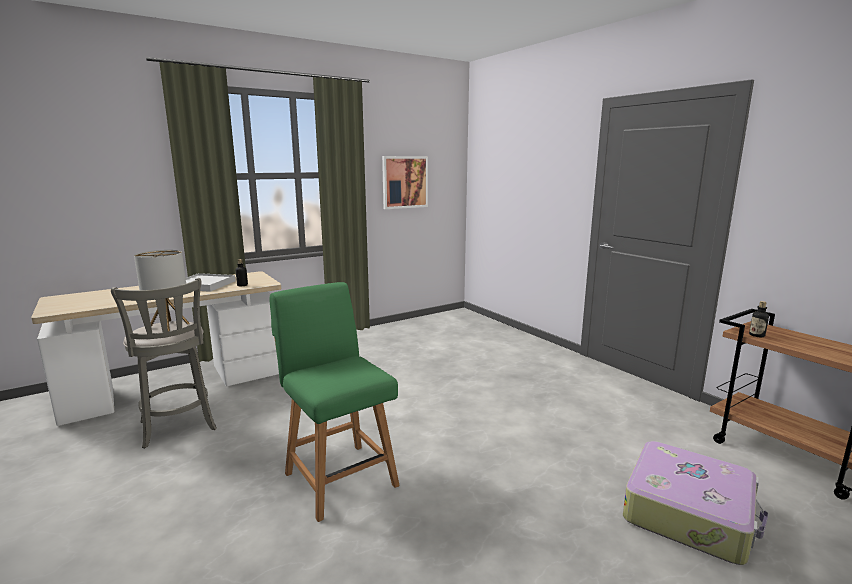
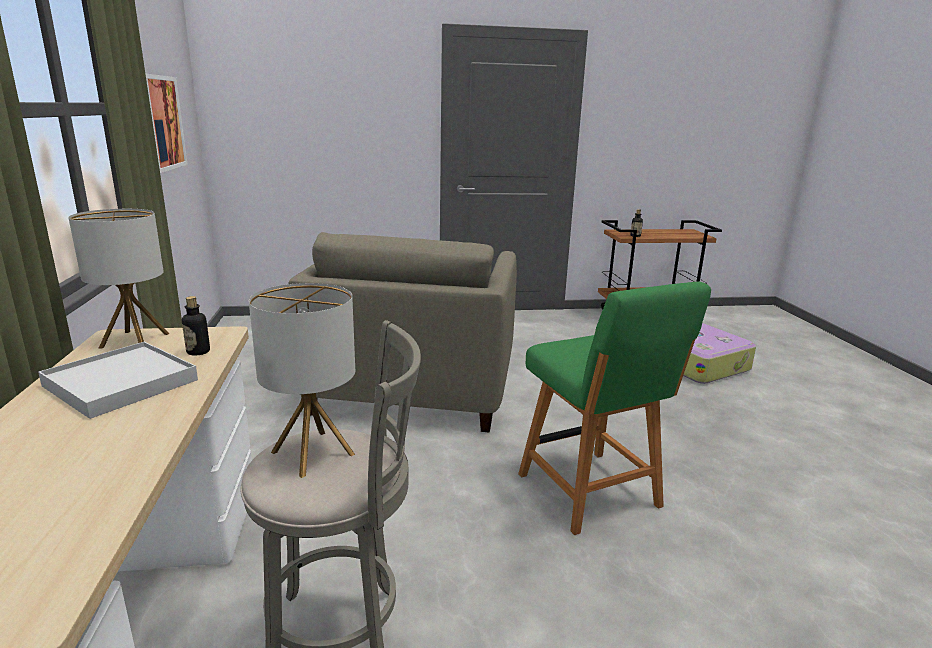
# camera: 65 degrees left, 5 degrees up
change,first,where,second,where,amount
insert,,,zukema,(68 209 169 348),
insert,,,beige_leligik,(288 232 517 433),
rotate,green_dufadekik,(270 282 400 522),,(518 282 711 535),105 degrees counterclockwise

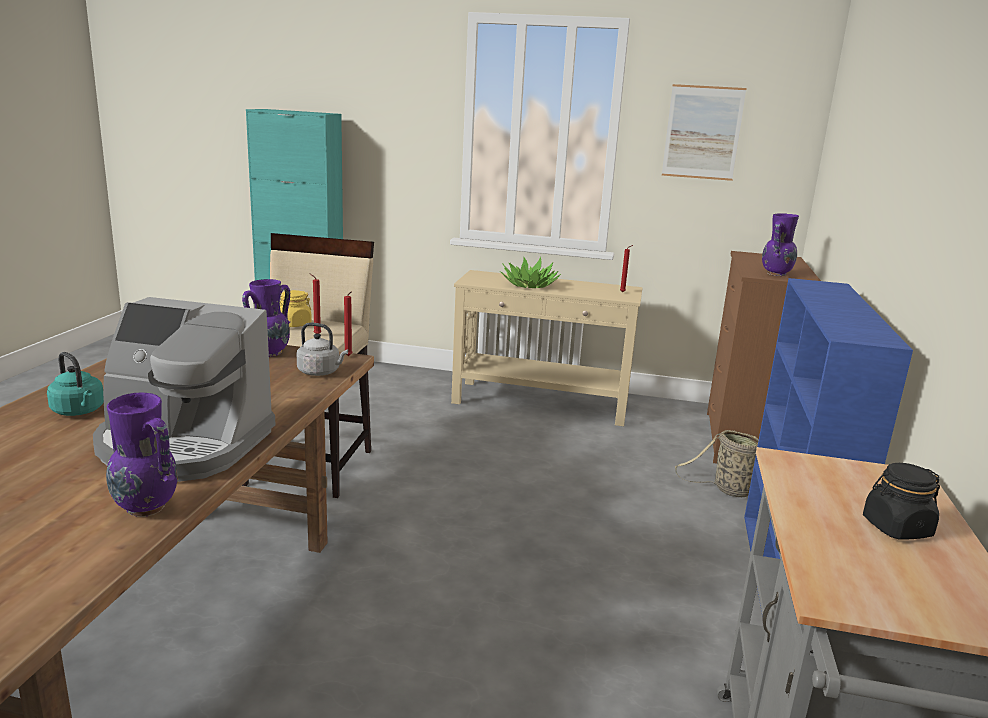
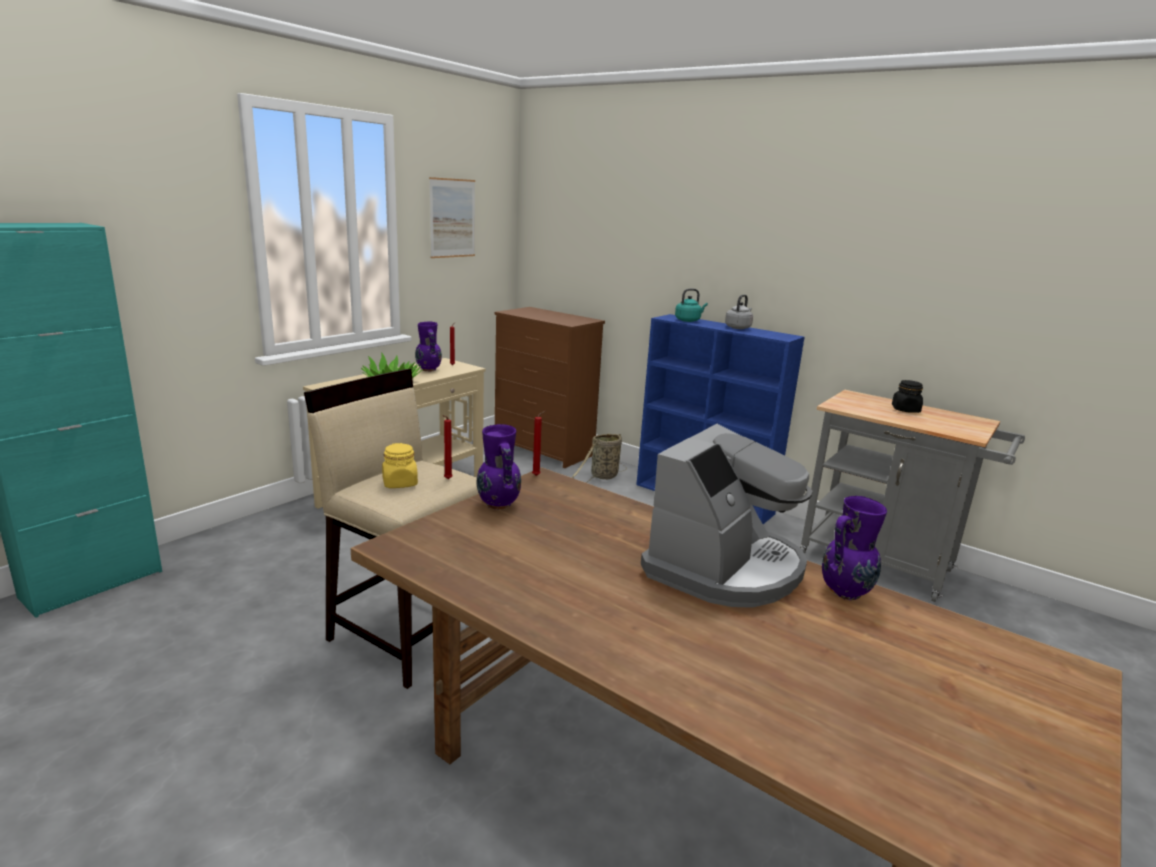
# camera: 65 degrees left, 0 degrees up
change,first,where,second,where,amount
move,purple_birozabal,(762 213 799 276),,(415 322 442 372),
move,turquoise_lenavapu,(47 352 104 416),,(675 288 708 322),
move,grey_lenavapu,(296 323 348 376),,(725 295 753 329),

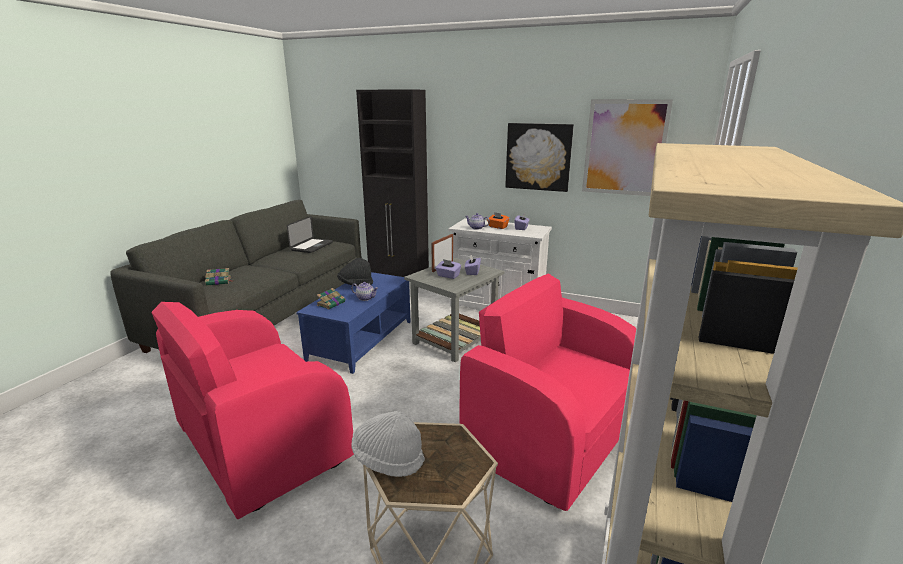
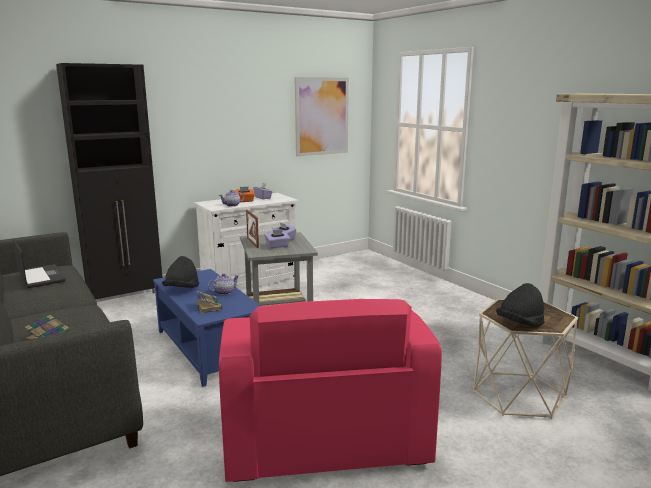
# camera: 55 degrees left, 5 degrees down
change,first,where,second,where,amount
recolor,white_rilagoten,(351 411 425 477),black_rilagoten,(496 283 544 327),
delete,pink_leligik,(459 274 636 511),,,
delete,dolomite,(505 123 574 192),,,

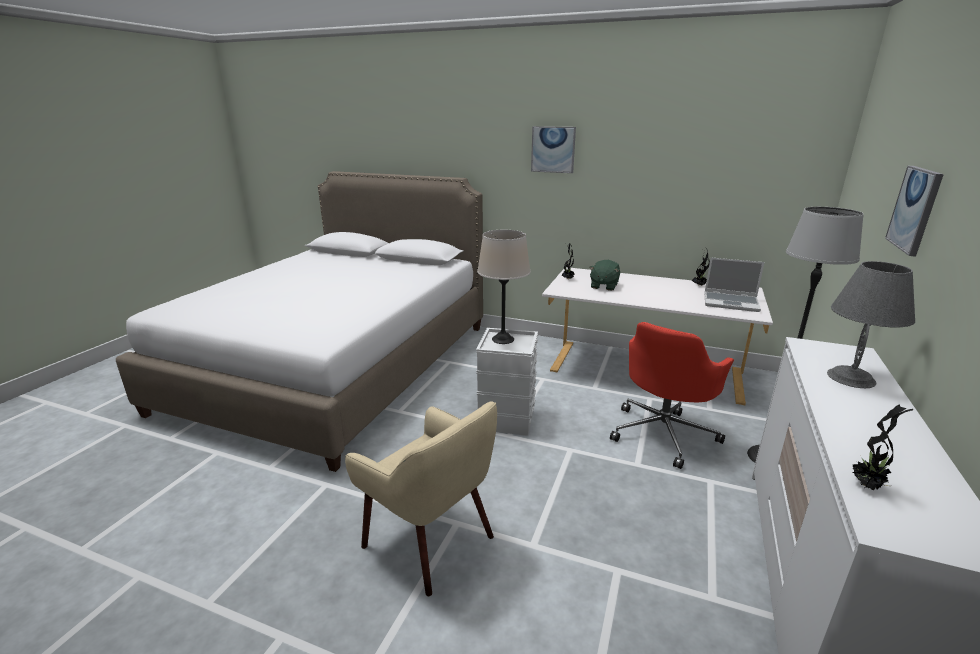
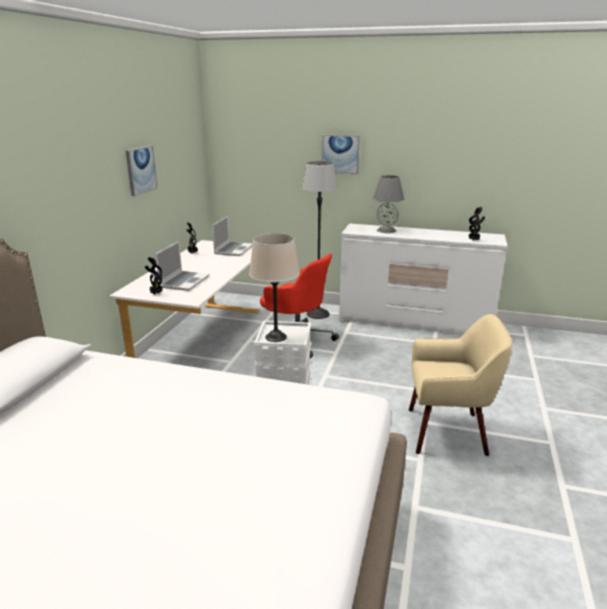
# camera: 95 degrees left, 0 degrees up
change,first,where,second,where,amount
move,dolomite,(531 126 576 173),,(126 146 157 196),
replace,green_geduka,(589 260 620 291),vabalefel,(155 241 210 291),
rotate,beige_leligik,(345 401 497 596),,(409 314 512 456),60 degrees clockwise

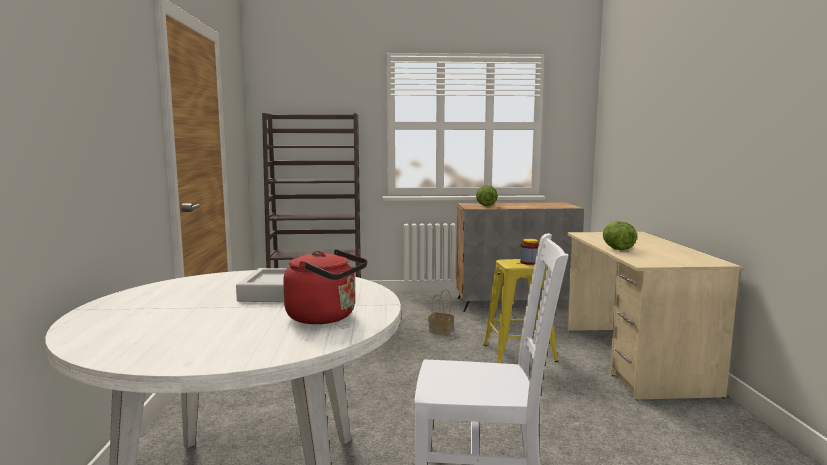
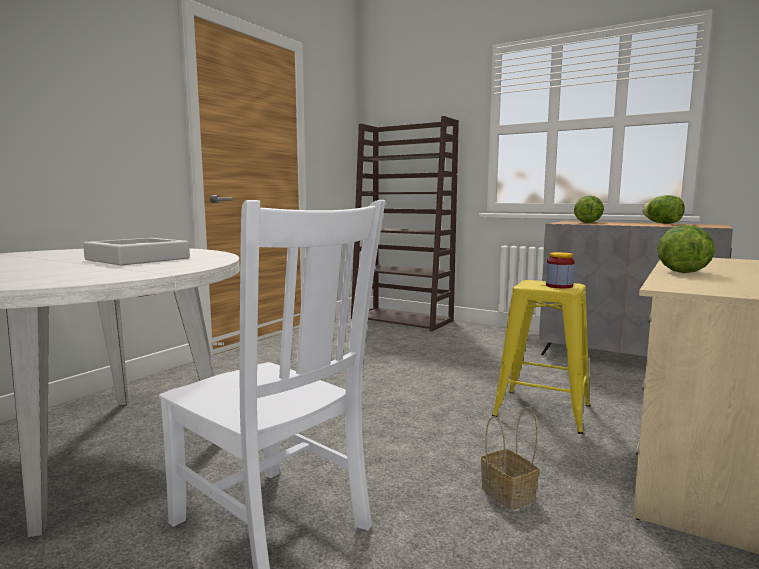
# camera: 35 degrees right, 0 degrees up
change,first,where,second,where,amount
move,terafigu,(428 289 454 335),,(481 407 539 510),
insert,,,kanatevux,(642 195 685 224),
delete,red_lenavapu,(283 249 367 324),,,

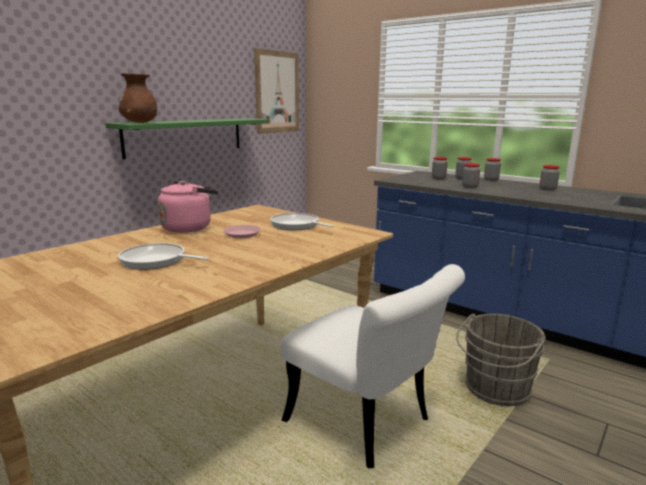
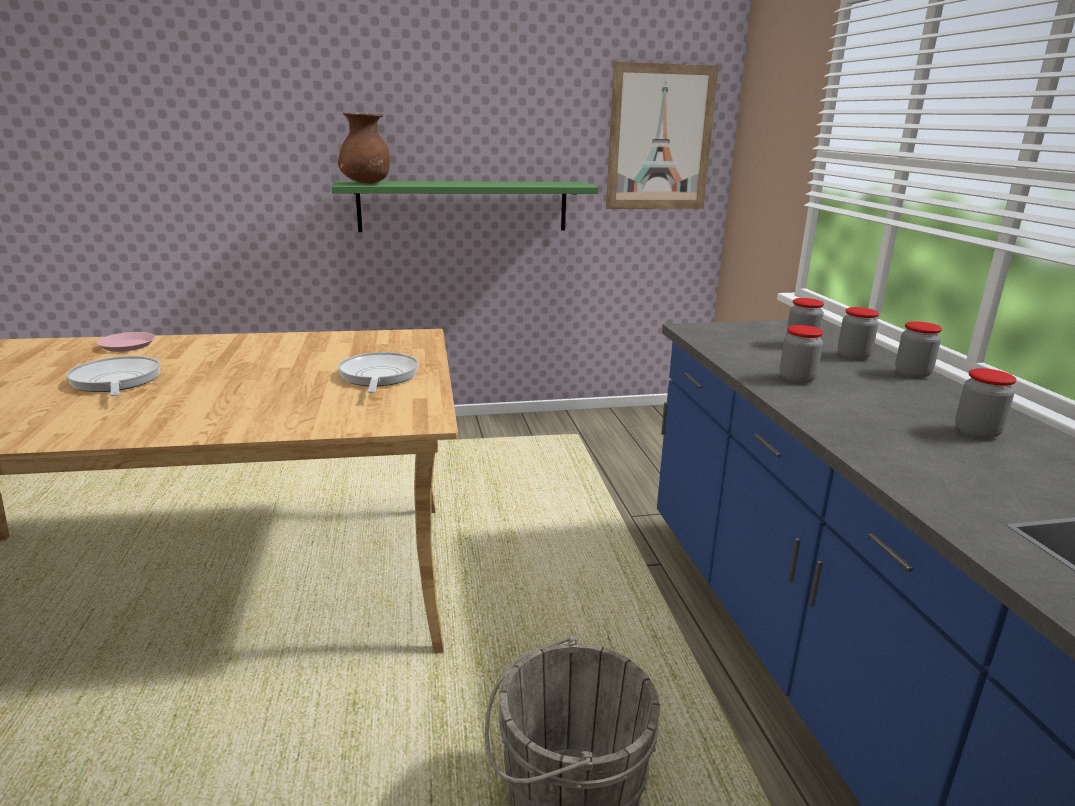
# camera: 40 degrees right, 5 degrees up
change,first,where,second,where,amount
move,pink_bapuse,(223 225 261 238),,(96 332 155 352),
delete,pink_lenavapu,(158 181 218 233),,,
delete,white_dufadekik,(281 264 465 468),,,

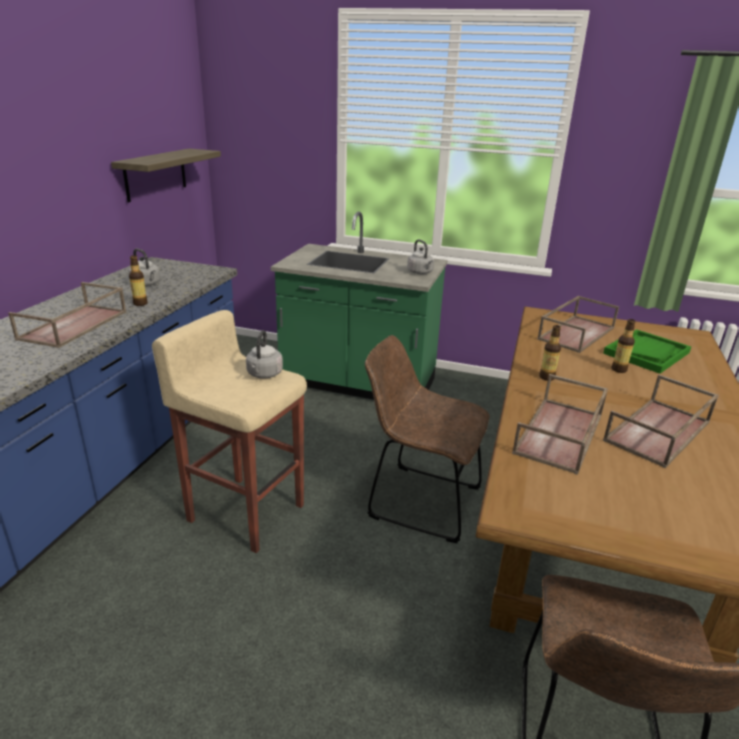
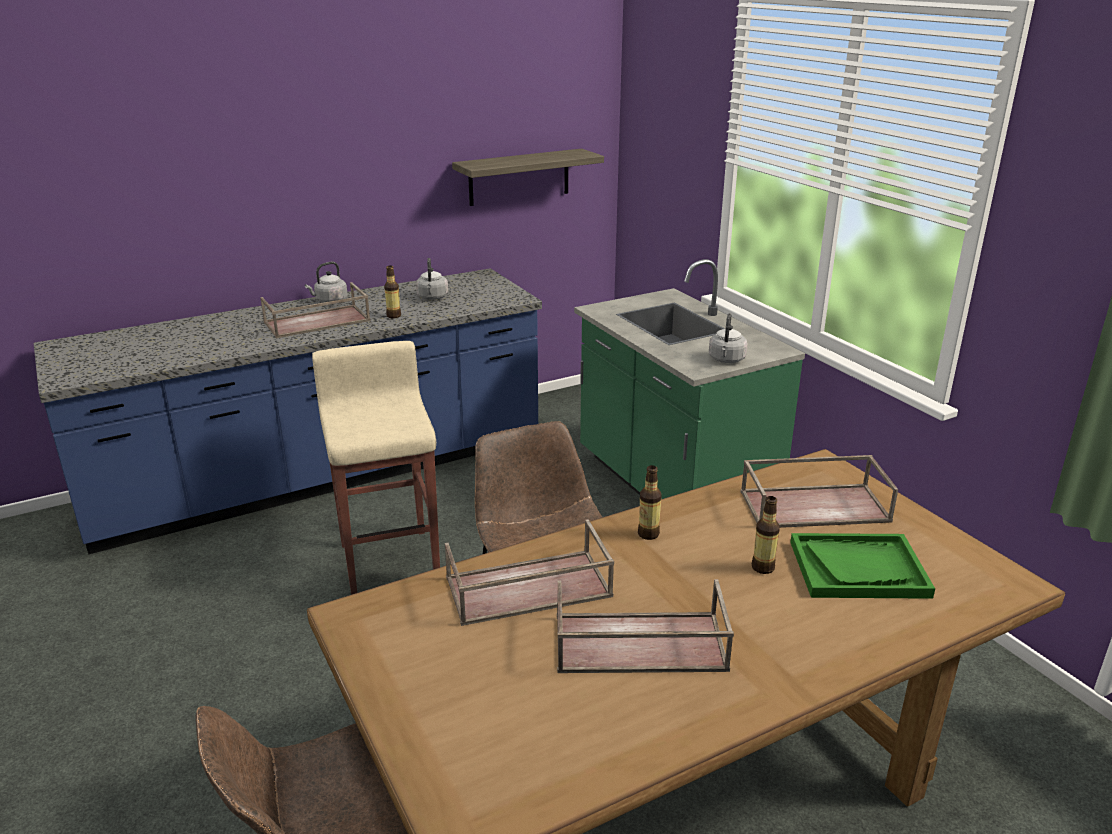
# camera: 45 degrees right, 0 degrees up
change,first,where,second,where,amount
move,grey_lenavapu,(246 330 283 378),,(305 262 348 303),

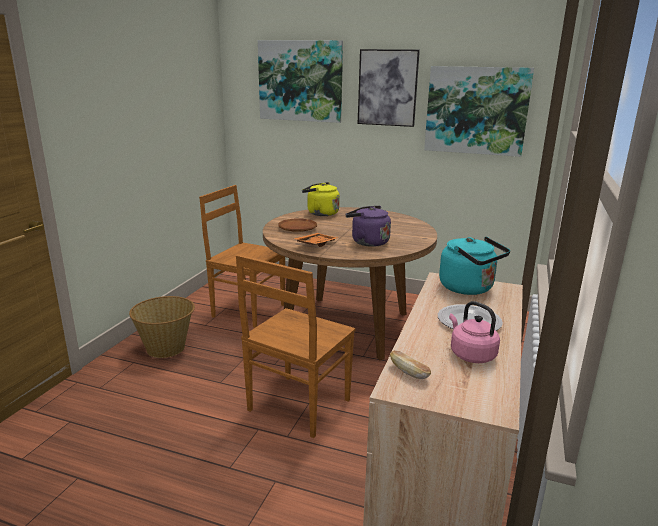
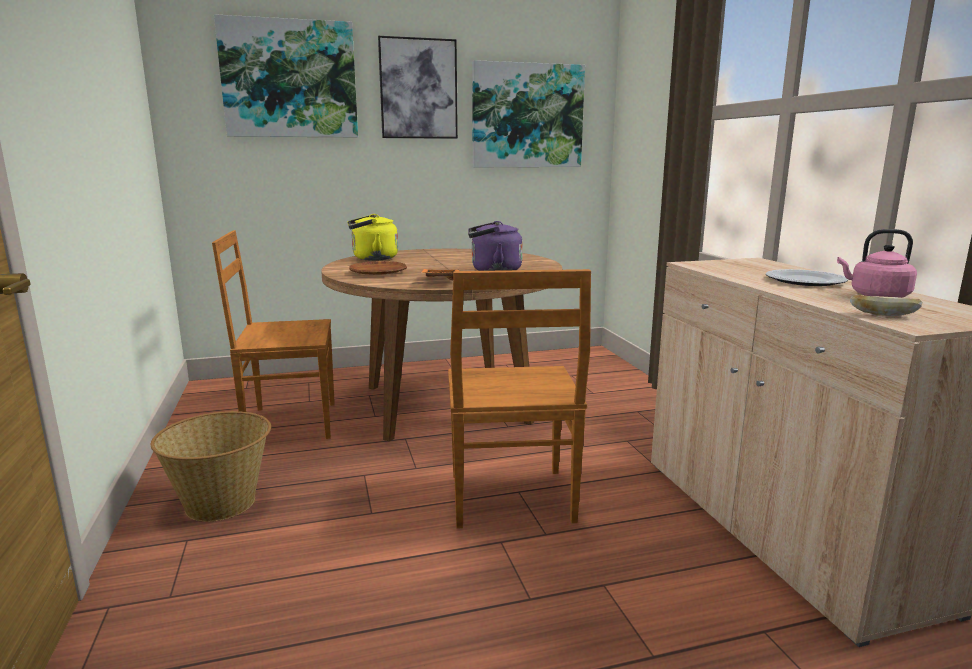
# camera: 35 degrees left, 5 degrees down
change,first,where,second,where,amount
delete,turquoise_lenavapu,(439 236 510 295),,,

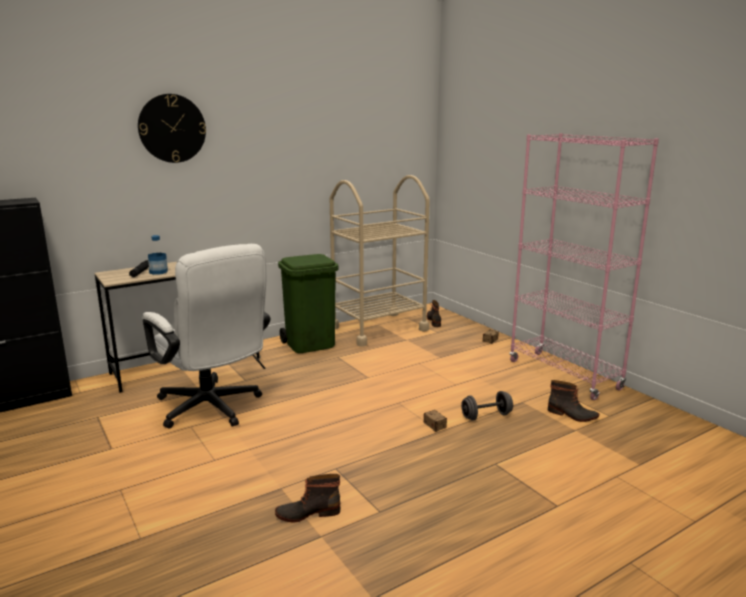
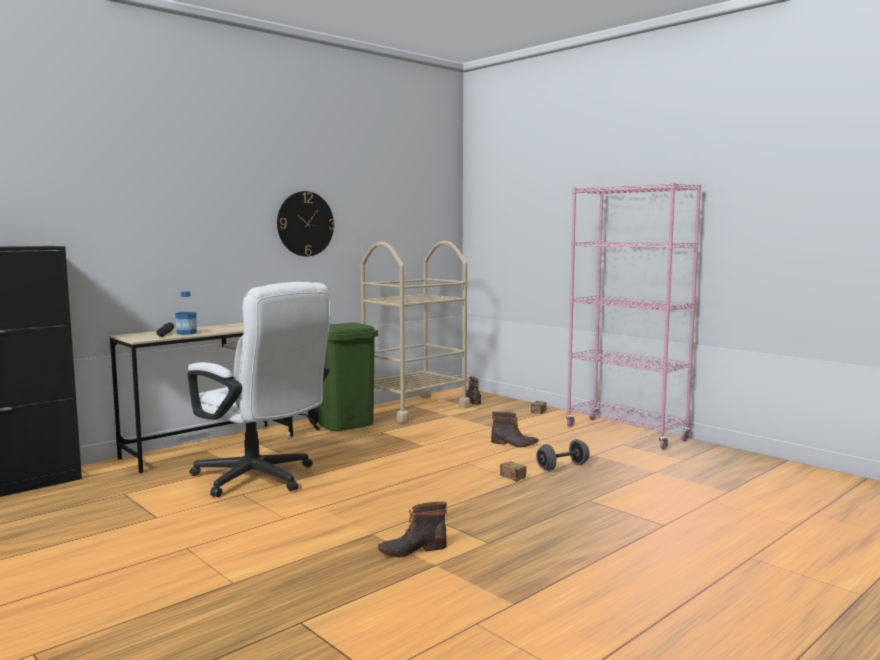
# camera: 10 degrees left, 10 degrees down
change,first,where,second,where,amount
move,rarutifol,(138 94 206 163),,(277 191 335 256),
move,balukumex,(548 380 599 422),,(491 411 538 447),

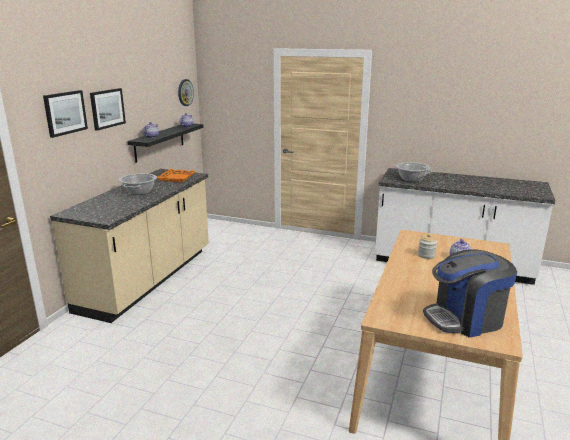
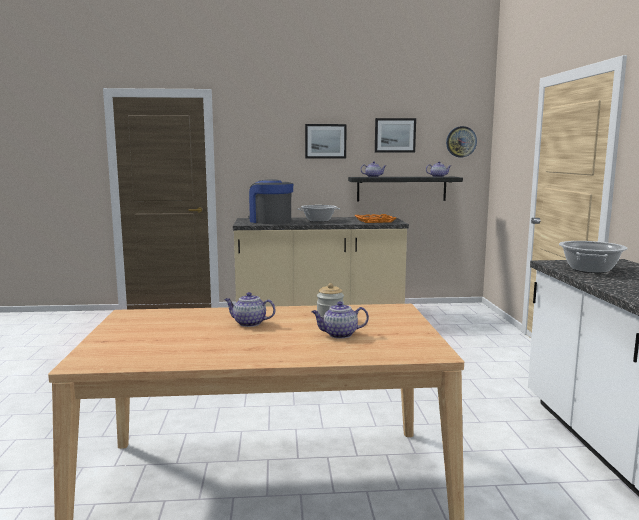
# camera: 65 degrees right, 10 degrees down
change,first,where,second,where,amount
insert,,,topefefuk,(224 292 275 327),
move,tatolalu,(423 249 517 337),,(248 179 293 224),
move,dolomite,(43 90 88 138),,(375 118 416 152),

